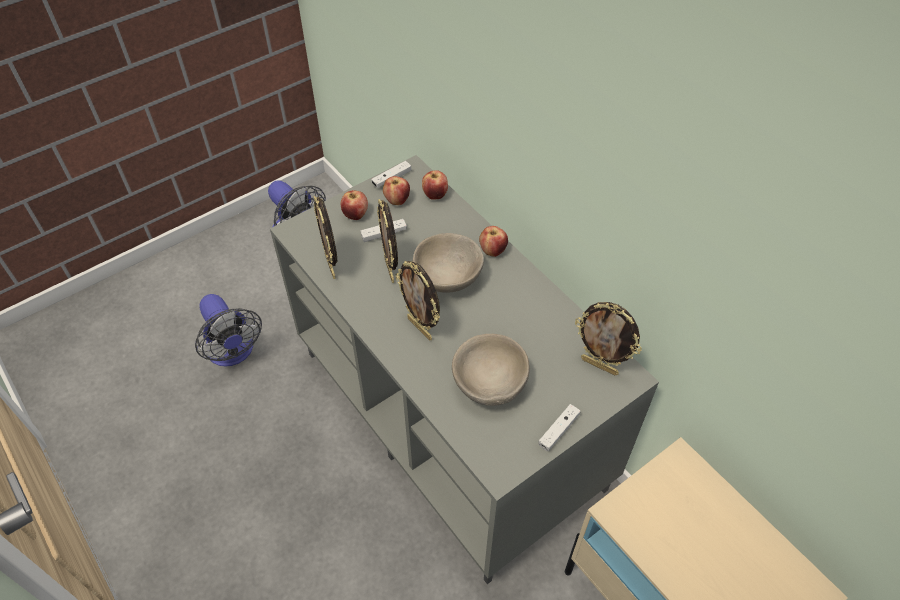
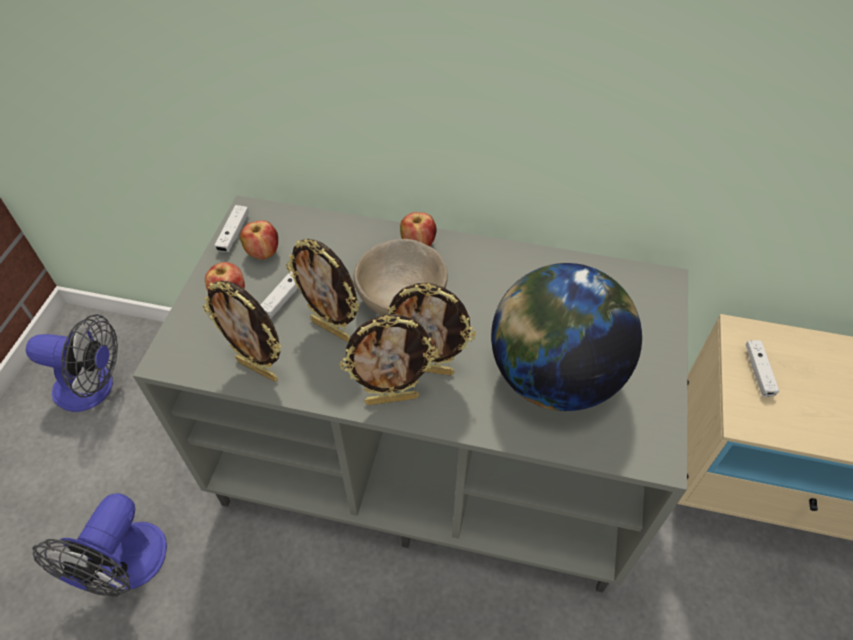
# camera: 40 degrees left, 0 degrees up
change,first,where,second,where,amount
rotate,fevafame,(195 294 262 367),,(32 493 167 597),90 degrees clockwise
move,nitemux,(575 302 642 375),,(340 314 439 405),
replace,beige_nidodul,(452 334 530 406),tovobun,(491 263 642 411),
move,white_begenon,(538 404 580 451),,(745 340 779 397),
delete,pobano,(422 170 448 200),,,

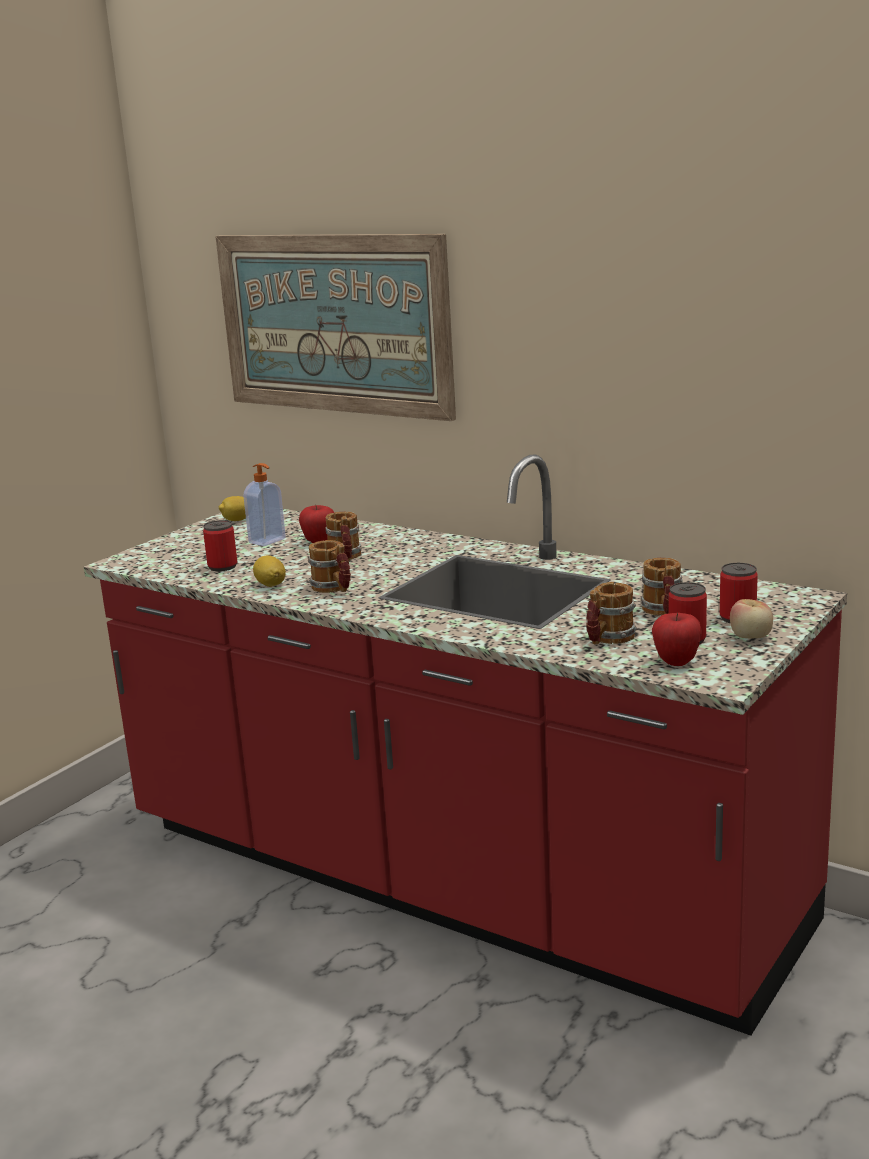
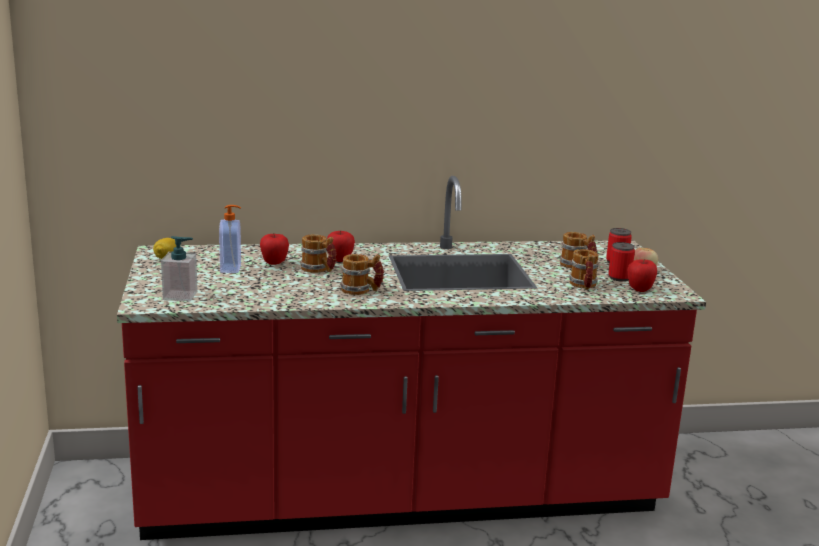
# camera: 45 degrees left, 0 degrees up
change,first,where,second,where,amount
insert,,,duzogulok,(161 236 198 301),
insert,,,pobano,(327 230 355 262),
delete,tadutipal,(203 520 237 571),,,
delete,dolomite,(215 234 456 421),,,
delete,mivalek,(253 556 286 587),,,

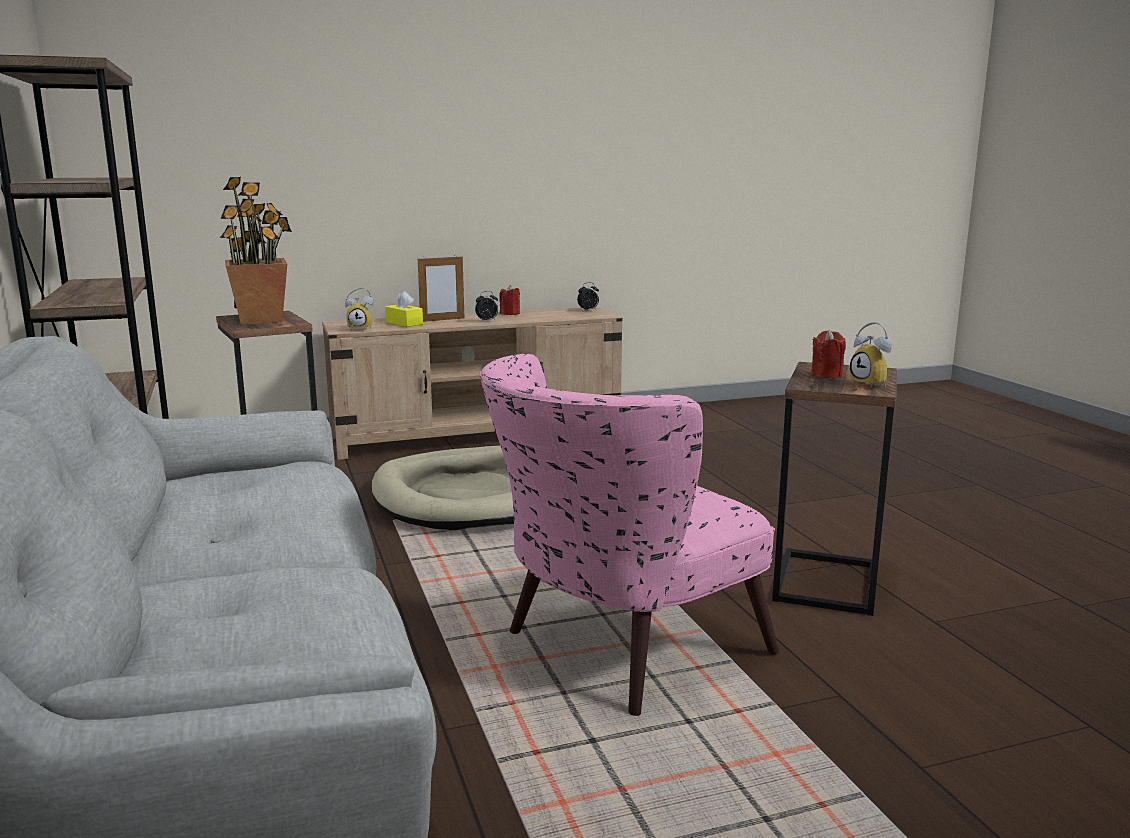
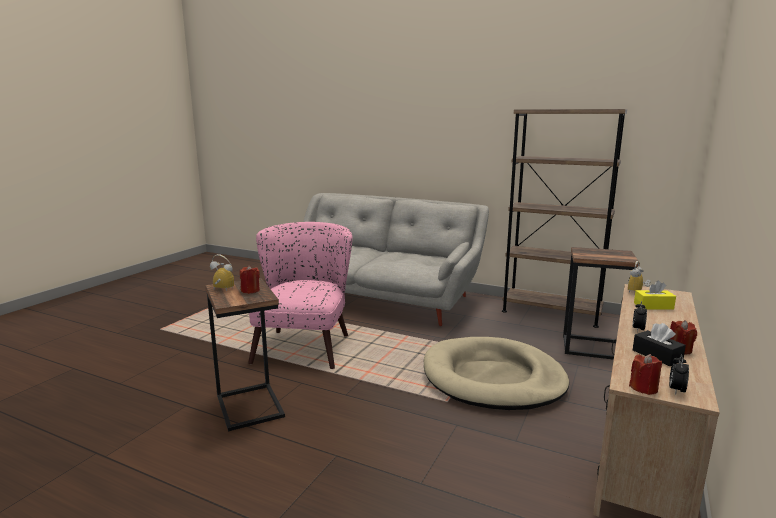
# camera: 135 degrees right, 0 degrees up
change,first,where,second,where,amount
insert,,,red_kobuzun,(629 354 662 395),
insert,,,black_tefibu,(633 323 686 366),
delete,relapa,(220 177 292 325),,,
delete,nitemux,(418 256 464 322),,,

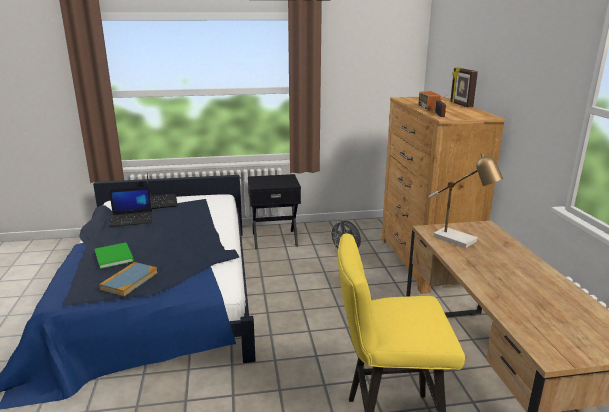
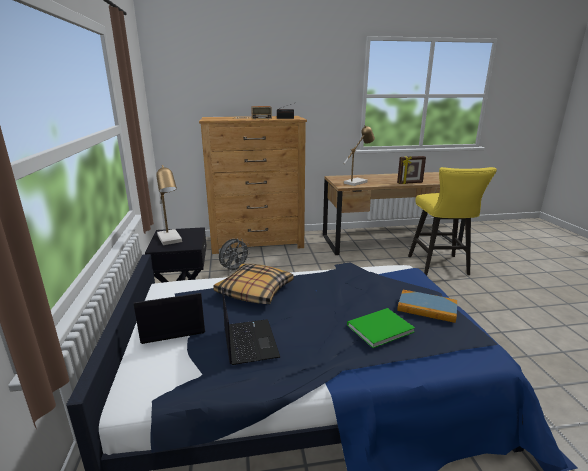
# camera: 90 degrees left, 0 degrees up
change,first,where,second,where,amount
insert,,,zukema,(156 165 182 245),
insert,,,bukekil,(213 264 294 304),
move,nitemux,(450 67 478 107),,(397 156 426 184),

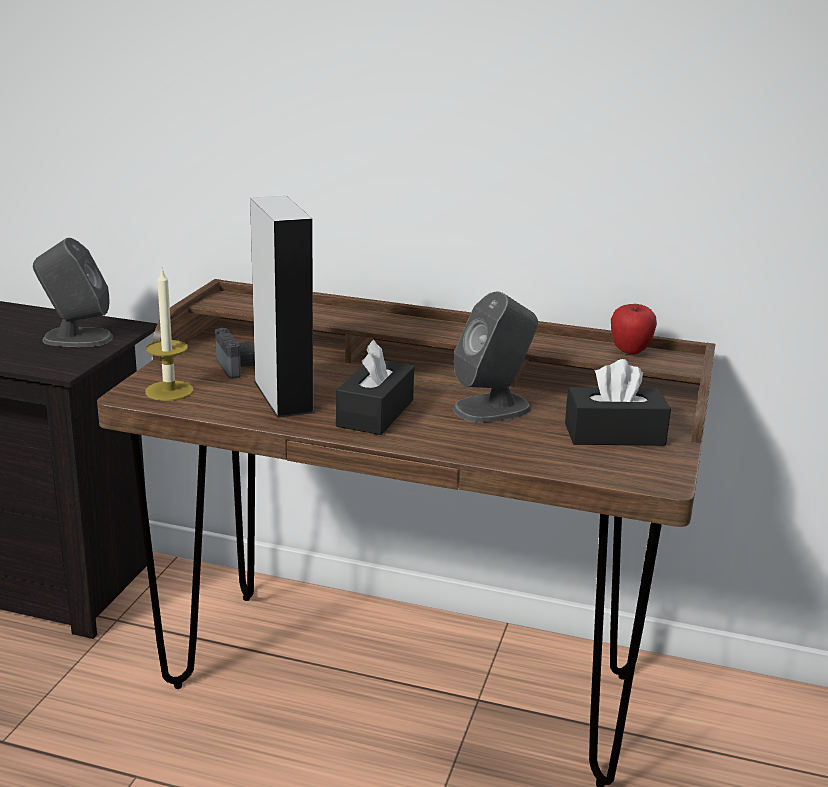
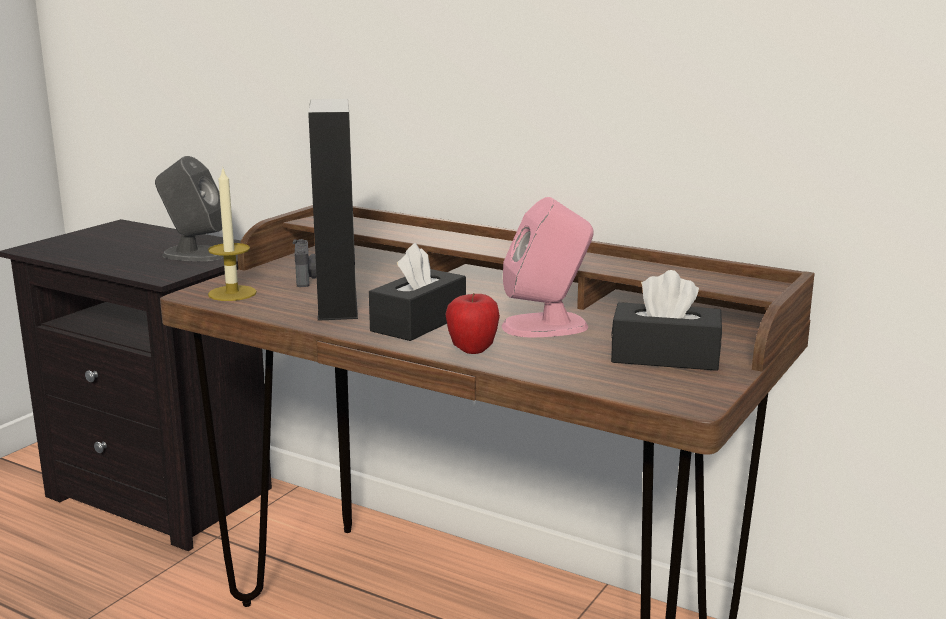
# camera: 15 degrees right, 5 degrees down
change,first,where,second,where,amount
move,pobano,(611 304 657 354),,(445 293 500 354),
recolor,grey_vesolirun,(453 292 538 423),pink_vesolirun,(502 197 594 337),

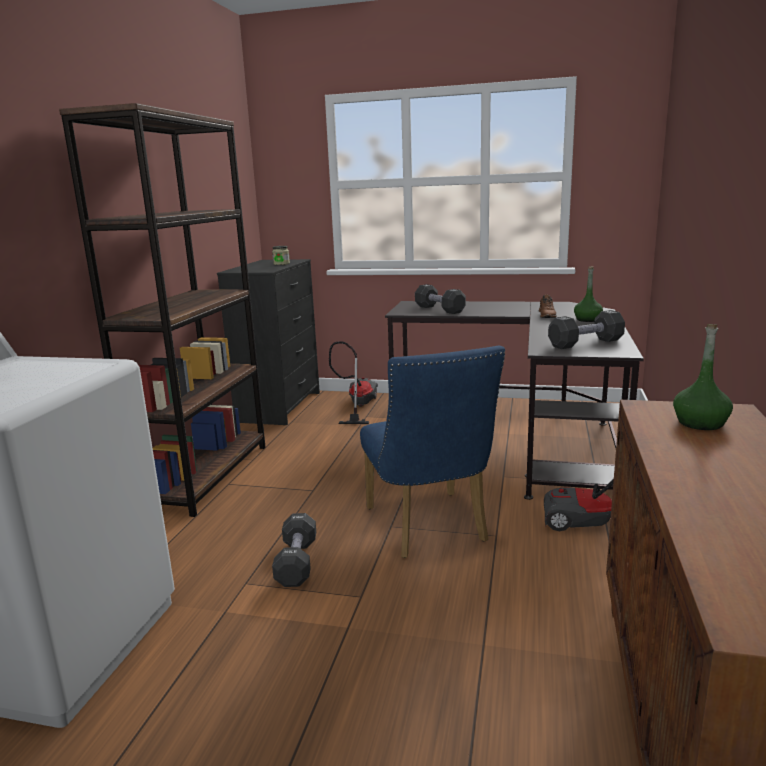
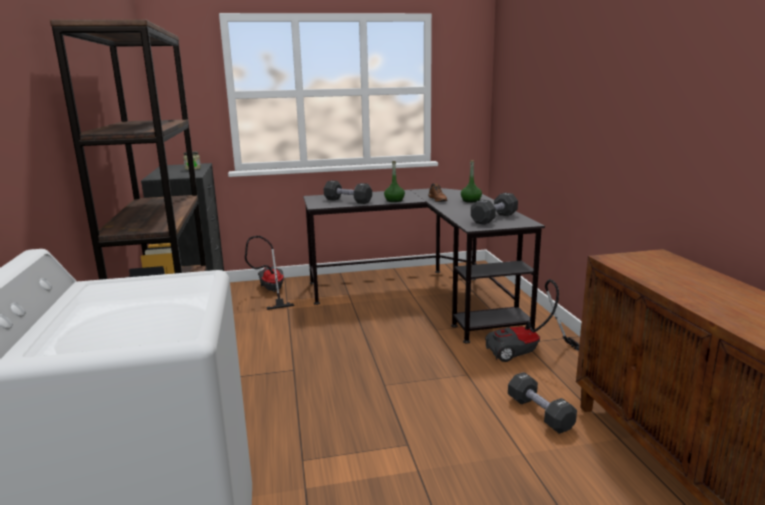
# camera: 25 degrees left, 0 degrees up
change,first,where,second,where,amount
move,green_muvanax,(673 324 733 430),,(384 161 405 202),
move,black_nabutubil,(272 513 316 587),,(508 372 577 434),
delete,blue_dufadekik,(360 346 505 558),,,

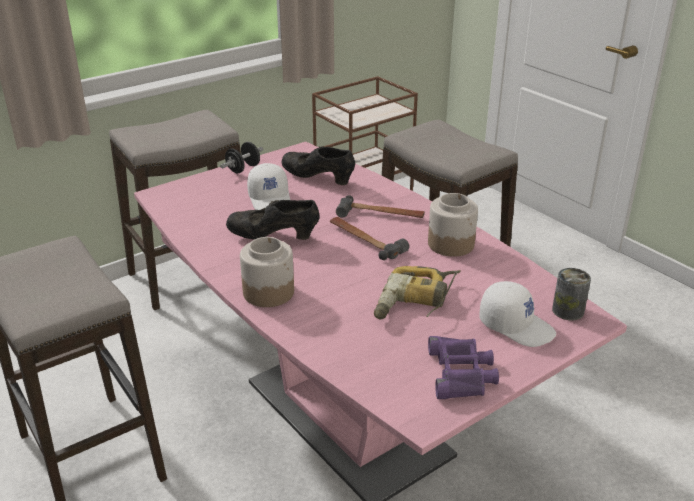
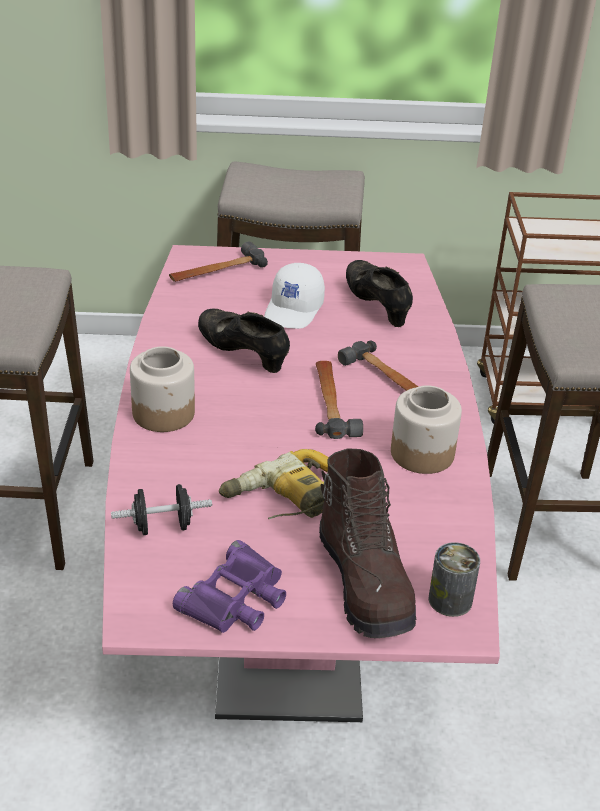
# camera: 35 degrees right, 5 degrees up
change,first,where,second,where,amount
move,black_nabutubil,(220 142 263 173),,(111 484 212 535),
insert,,,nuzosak,(169 242 268 282),
replace,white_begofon,(479 281 556 347),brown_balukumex,(319 448 416 638),

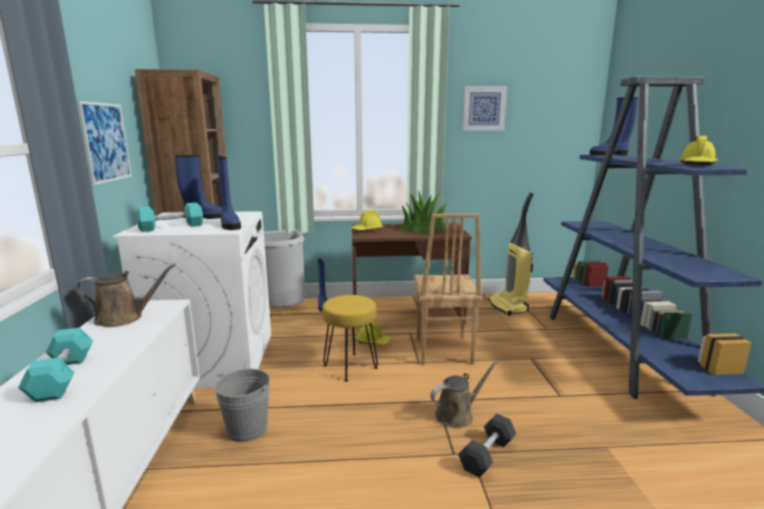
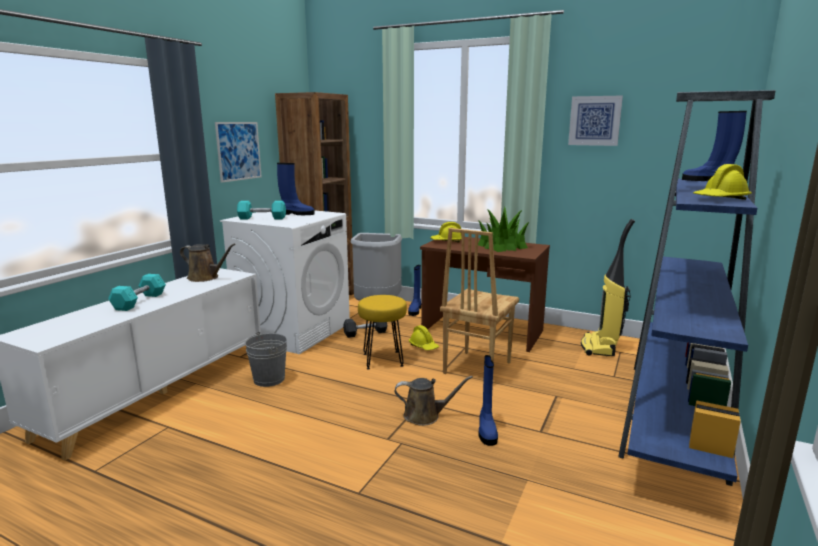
# camera: 30 degrees right, 0 degrees up
change,first,where,second,where,amount
move,grey_nabutubil,(458 413 516 477),,(343 319 387 338),
move,blue_balukumex,(217 156 241 230),,(479 355 498 446),

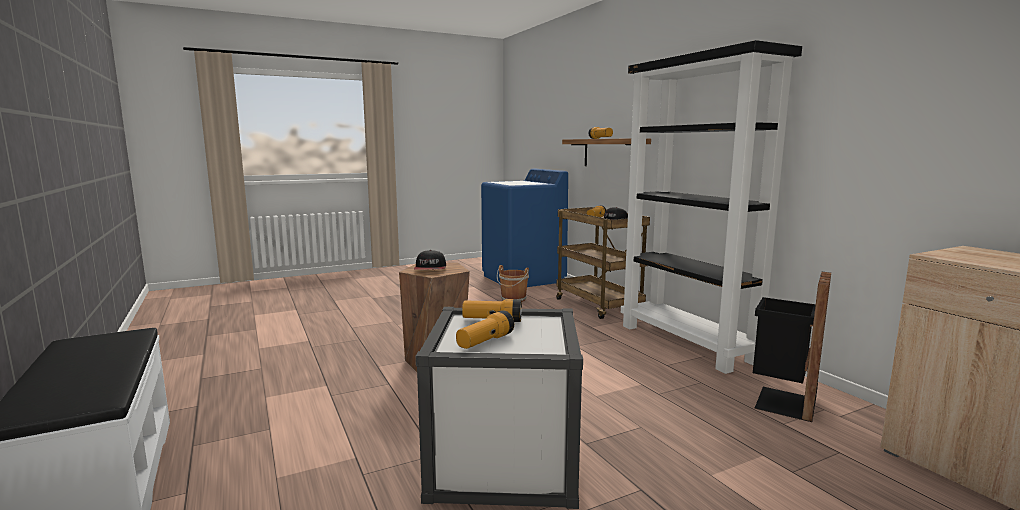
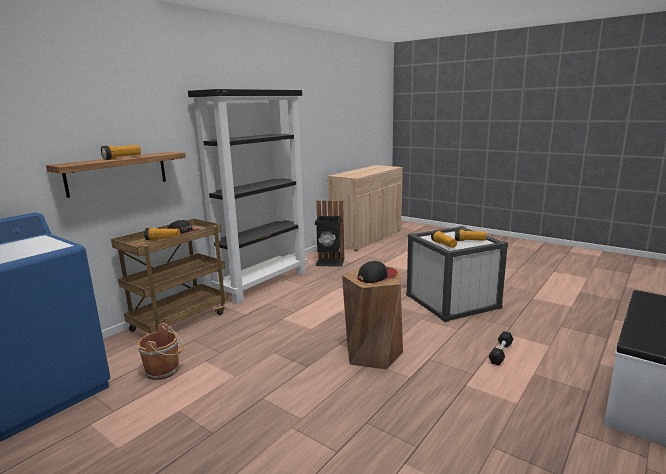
# camera: 115 degrees left, 5 degrees up
change,first,where,second,where,amount
insert,,,black_nabutubil,(488 331 514 366),

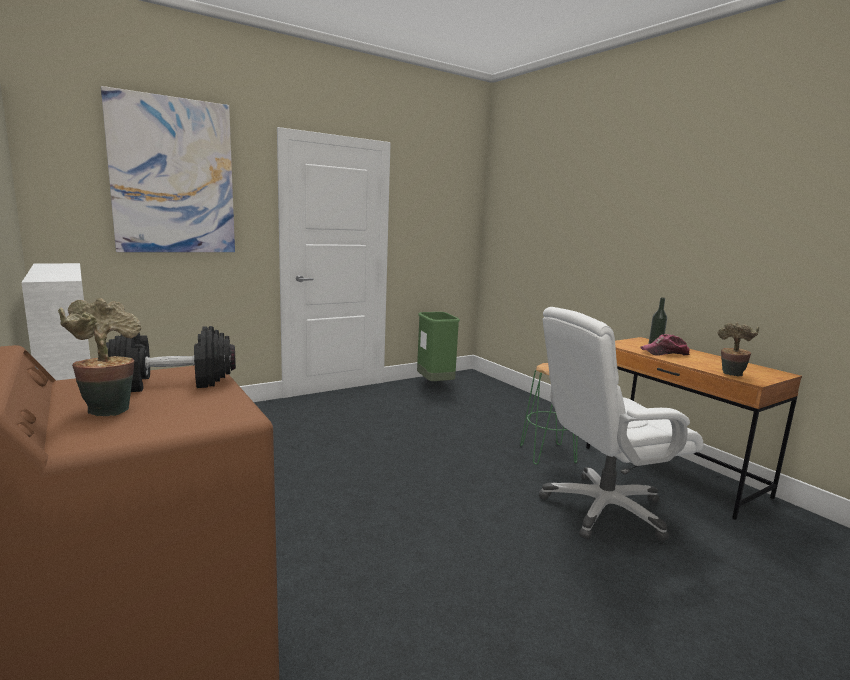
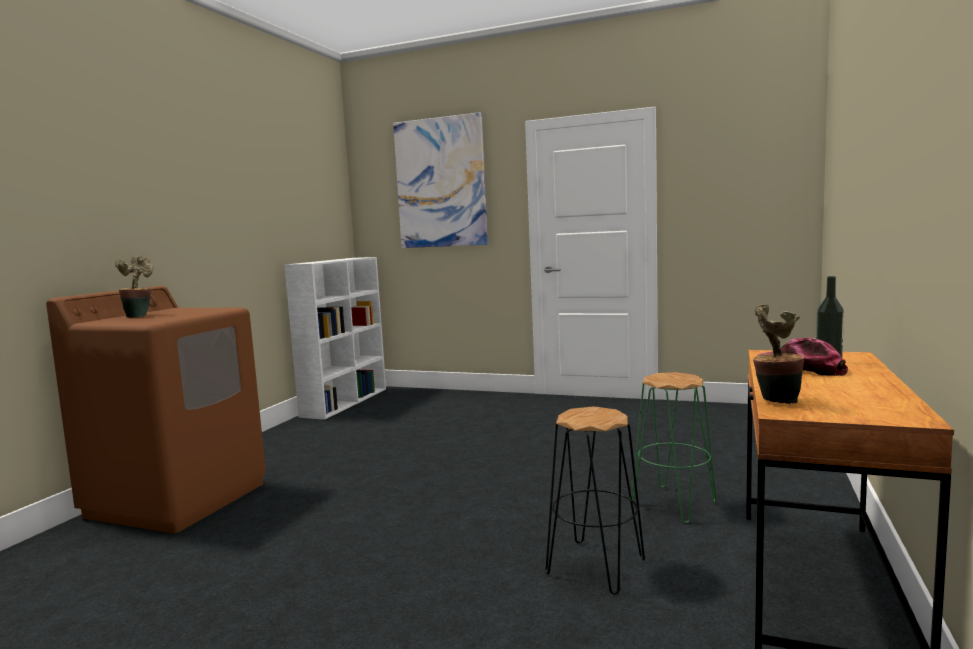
# camera: 55 degrees right, 5 degrees down
change,first,where,second,where,amount
replace,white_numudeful,(539 307 703 541),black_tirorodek,(545 406 645 595),
delete,black_nabutubil,(106 326 236 392),,,
delete,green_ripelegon,(417 312 460 381),,,

